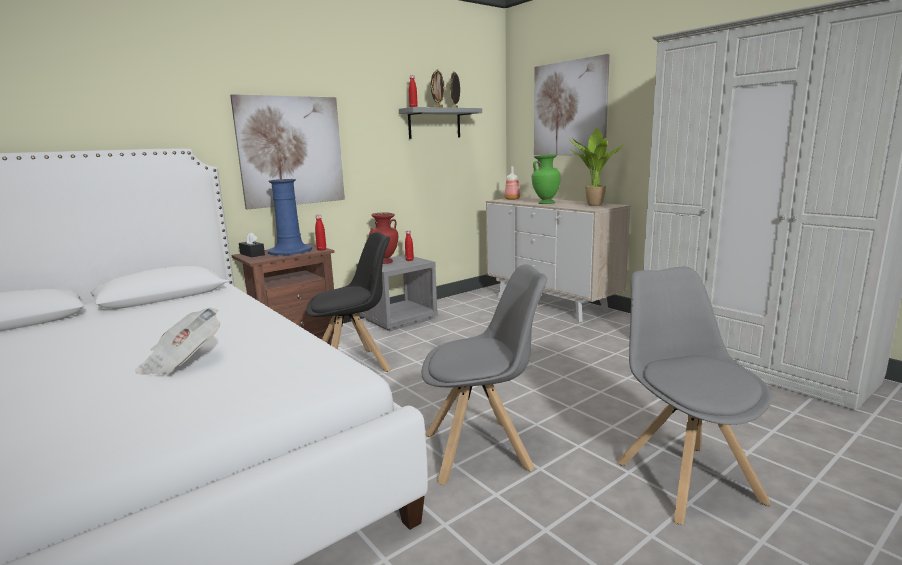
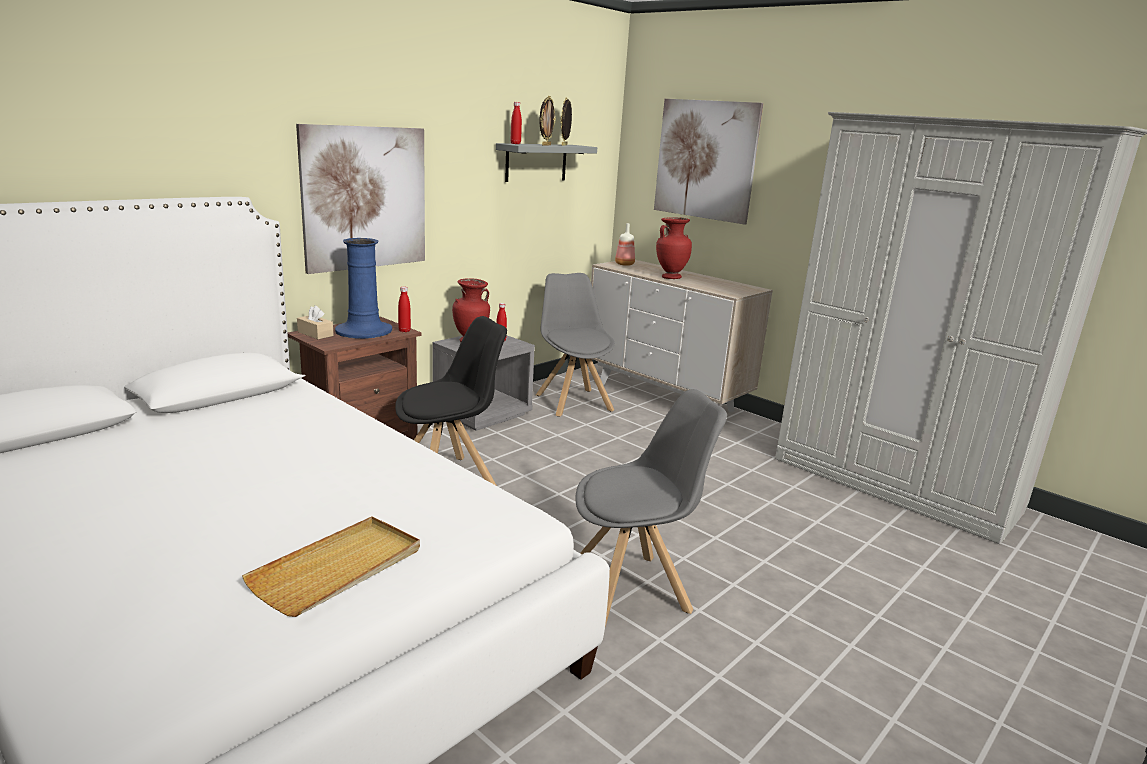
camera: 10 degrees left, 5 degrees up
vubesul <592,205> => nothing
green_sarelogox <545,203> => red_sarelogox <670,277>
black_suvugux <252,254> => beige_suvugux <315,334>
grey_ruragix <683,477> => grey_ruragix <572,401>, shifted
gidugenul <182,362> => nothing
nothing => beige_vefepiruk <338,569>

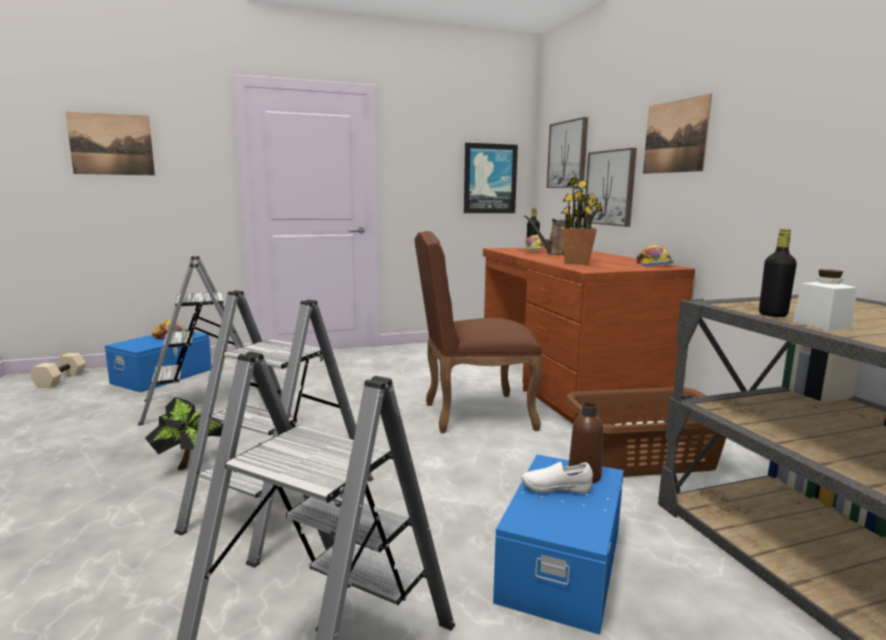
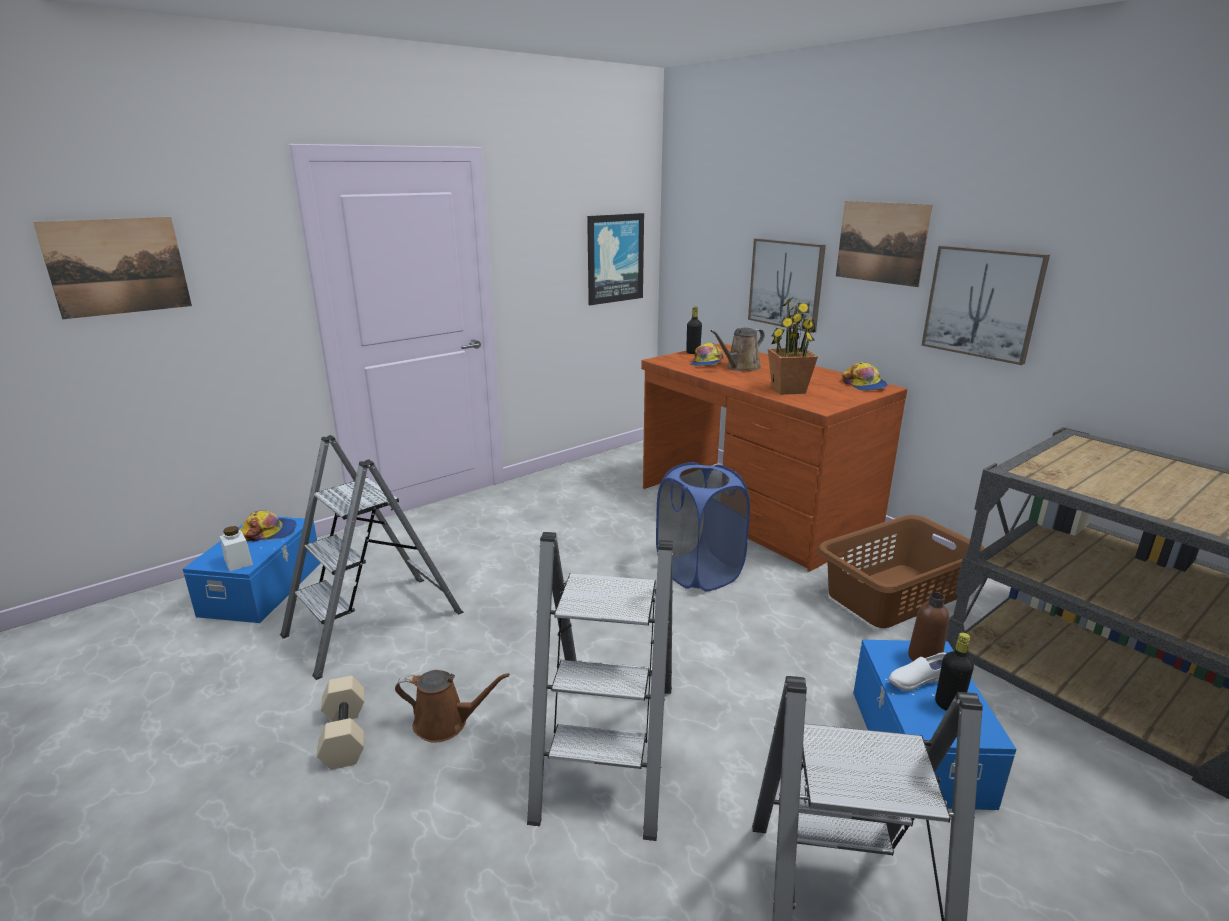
camera: 20 degrees left, 10 degrees up
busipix <568,154> => busipix <982,303>, shifted
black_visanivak <772,315> => black_visanivak <948,705>, shifted
brown_ruragix <475,414> => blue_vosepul <698,572>
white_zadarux <821,325> => white_zadarux <238,562>, shifted
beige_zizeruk <60,379> => beige_zizeruk <343,735>, shifted
vubesul <189,463> => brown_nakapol <446,723>

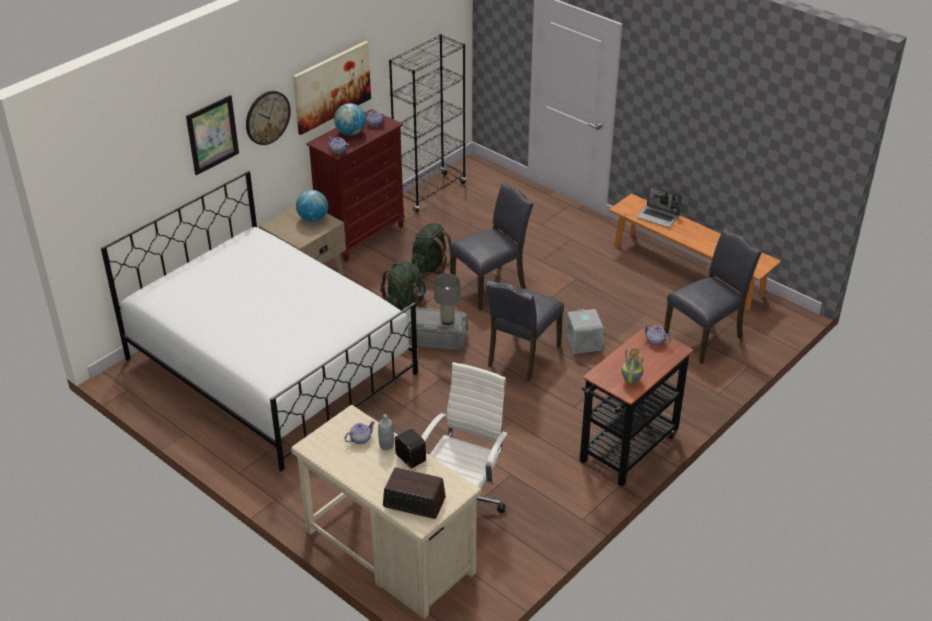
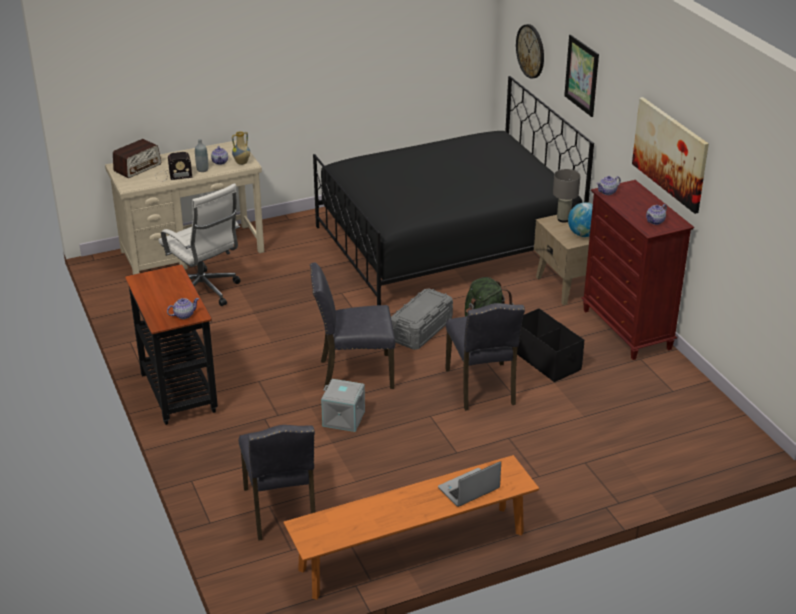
camera: 115 degrees right, 5 degrees down
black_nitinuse <430,193> => nothing
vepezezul <267,117> => vepezezul <531,51>, shifted
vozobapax <350,133> => nothing
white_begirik <270,365> => black_begirik <447,243>
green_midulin <430,265> => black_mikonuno <545,359>
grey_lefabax <447,320> => grey_lefabax <564,219>, shifted
grey_ruragix <521,356> => grey_ruragix <354,373>, 60 degrees counterclockwise
sarelogox <631,380> => sarelogox <242,163>, shifted

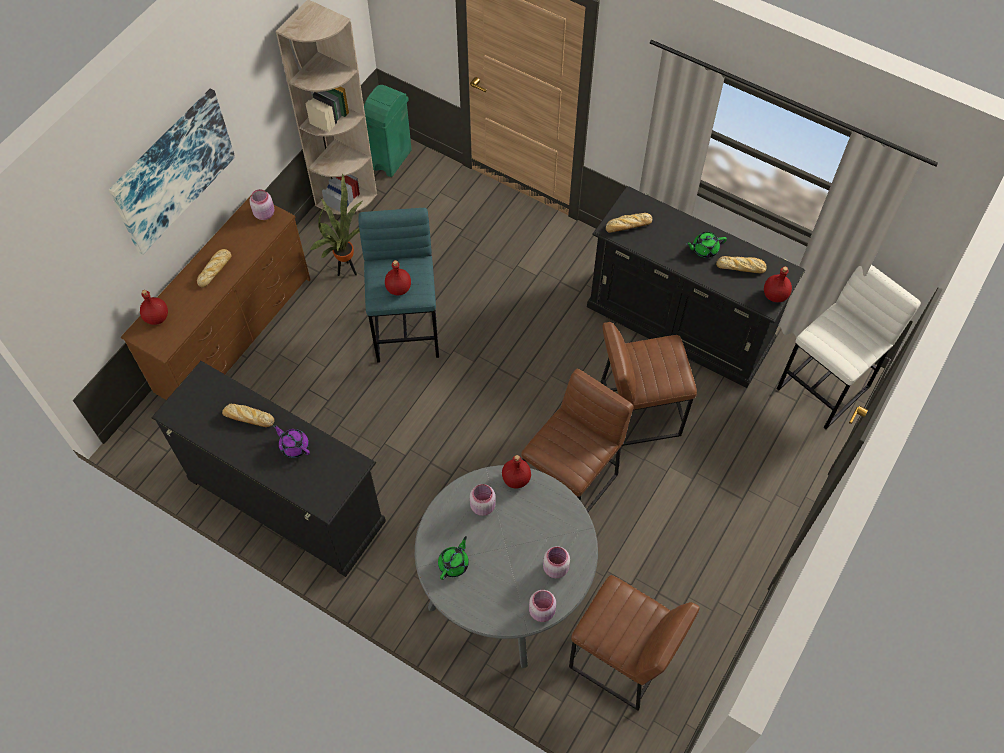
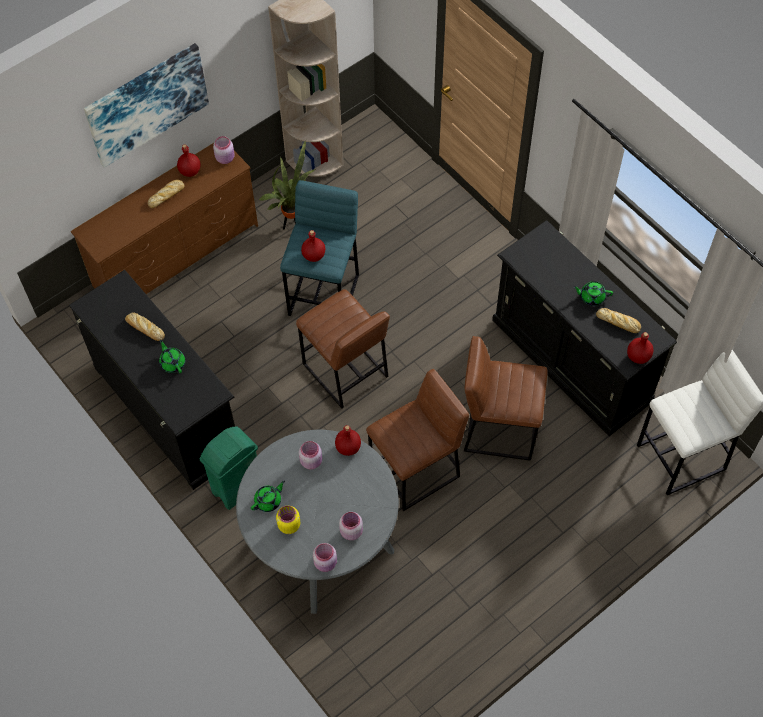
camera: 20 degrees right, 0 degrees up
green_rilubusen <390,160> => green_rilubusen <236,488>, shifted
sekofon <627,226> => nothing
red_visanivak <156,317> => red_visanivak <189,171>, shifted
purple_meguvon <294,446> => green_meguvon <172,363>
brown_ruragix <622,659> => brown_ruragix <346,371>, shifted
nothing => yellow_zadarux <288,525>

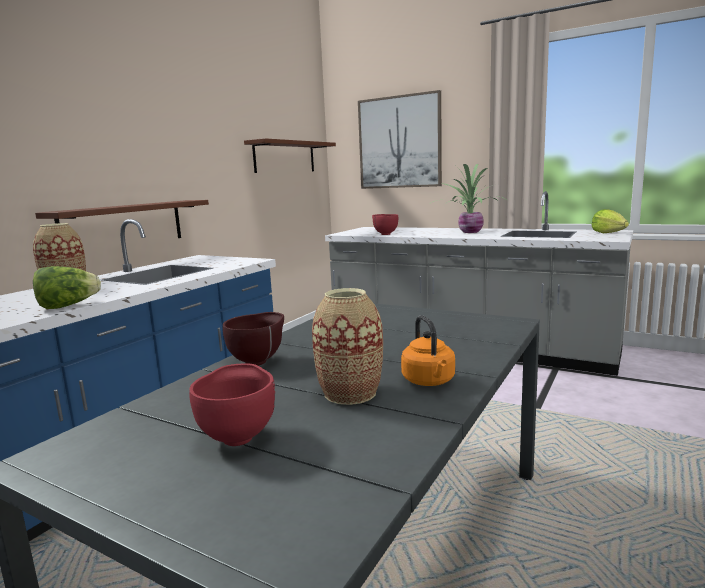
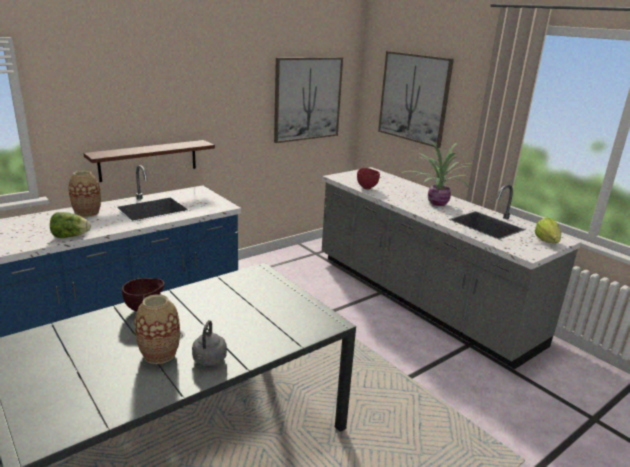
camera: 20 degrees right, 10 degrees up
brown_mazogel <285,157> => busipix <307,99>
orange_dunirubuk <429,381> => grey_dunirubuk <209,360>
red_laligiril <238,436> => nothing

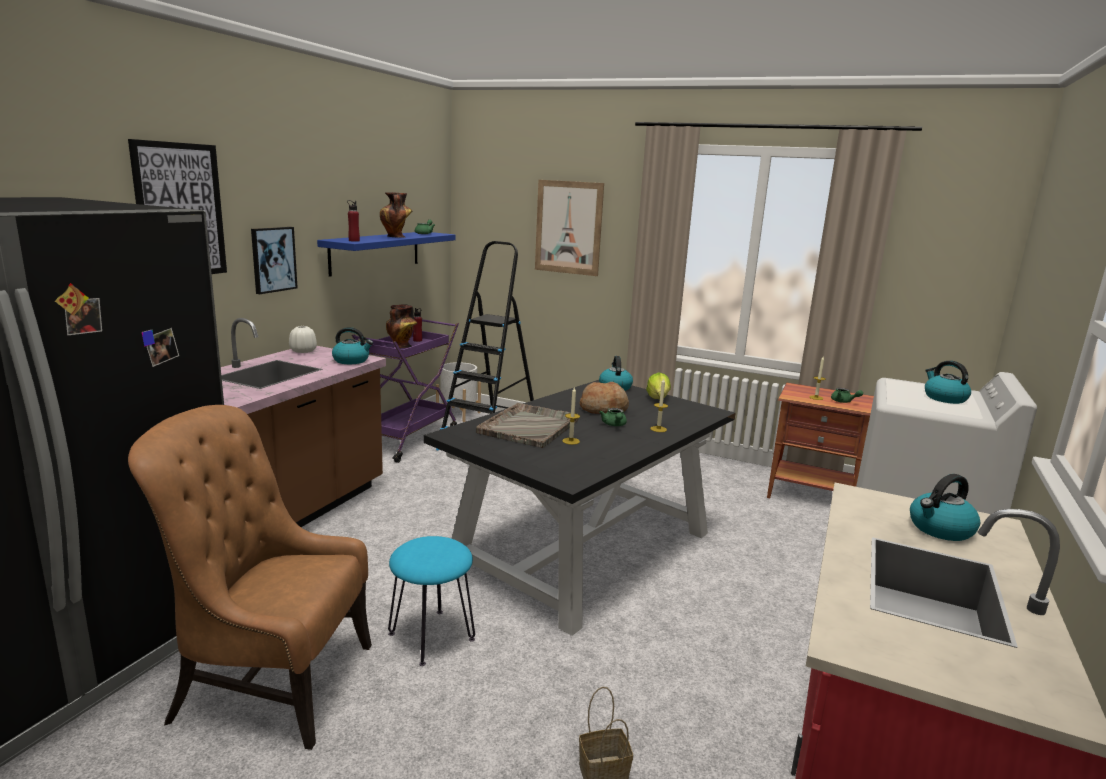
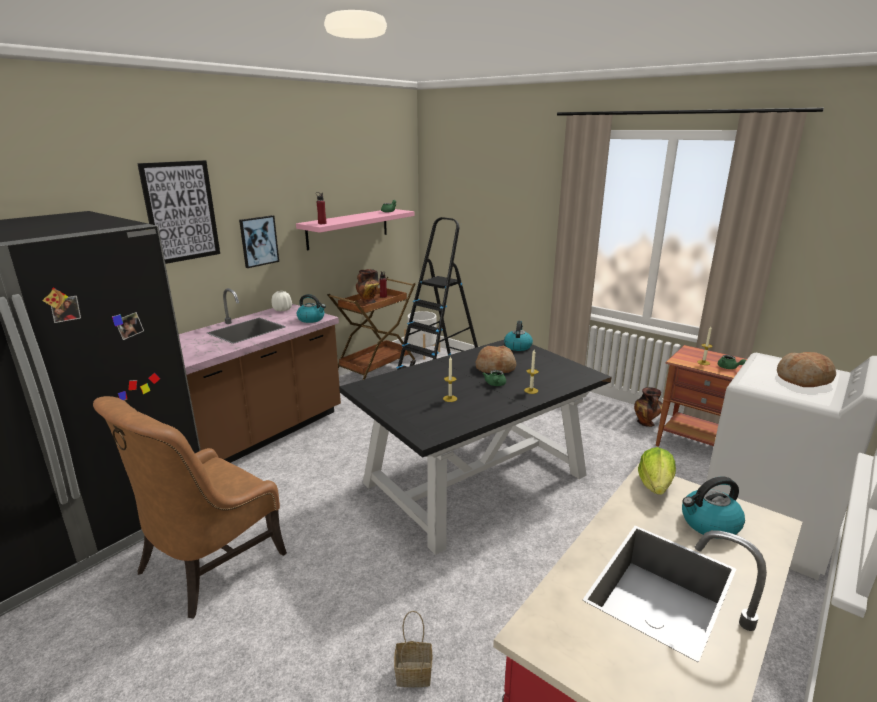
camera: 15 degrees right, 5 degrees up
busipix <568,227> => nothing
sarelogox <396,237> => sarelogox <646,423>, shifted
blue_mazogel <375,252> => pink_mazogel <348,228>
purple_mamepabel <408,440> => brown_mamepabel <375,373>
dunirubuk <944,398> => sekofon <803,379>
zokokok <658,399> => zokokok <655,486>, shifted
grey_vefepiruk <529,426> => nothing
brown_ruragix <271,683> => brown_ruragix <209,563>, 75 degrees counterclockwise
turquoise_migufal <431,636> => nothing

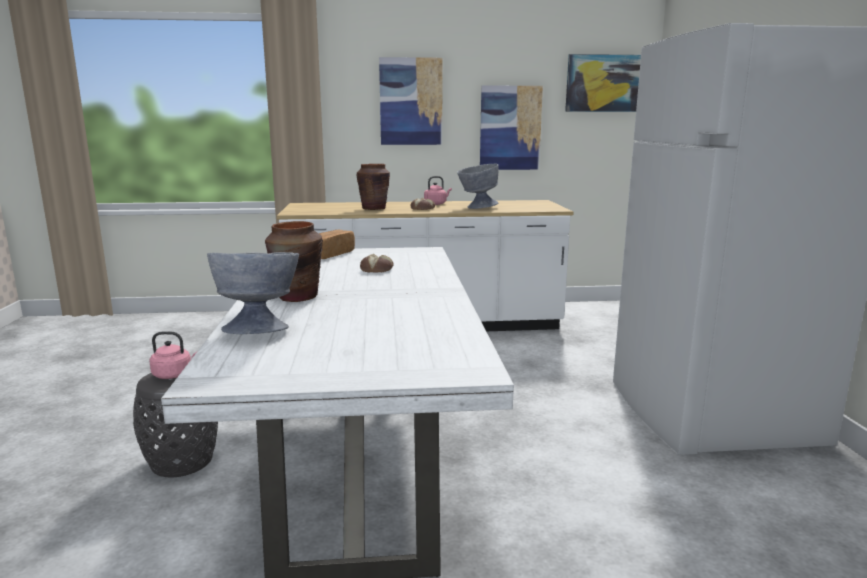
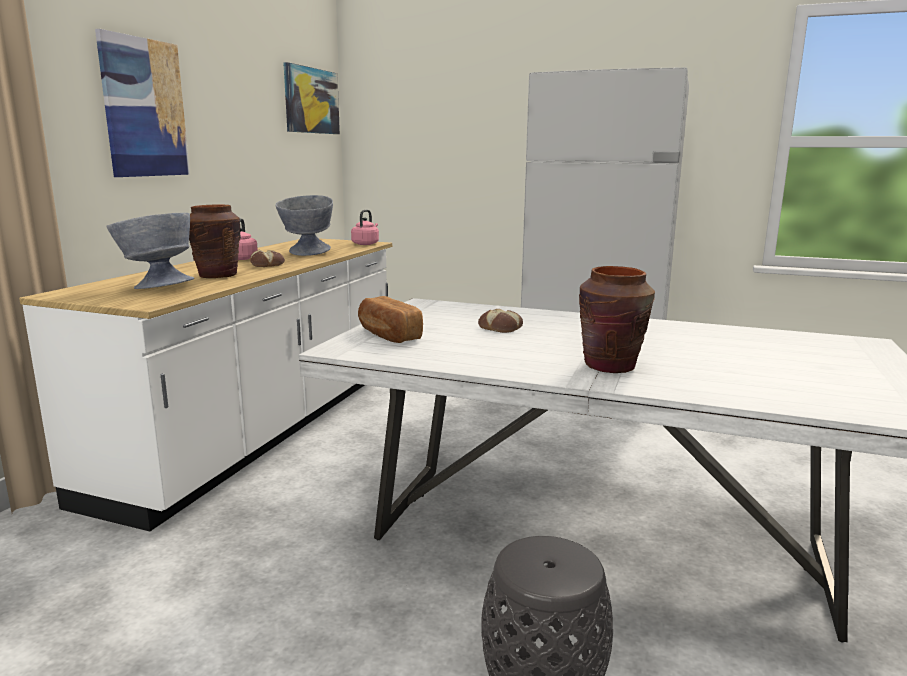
camera: 65 degrees left, 0 degrees up
busipix <510,128> => nothing
grey_laligiril <259,329> => grey_laligiril <157,287>, shifted
pink_dunirubuk <174,375> => pink_dunirubuk <366,244>, shifted

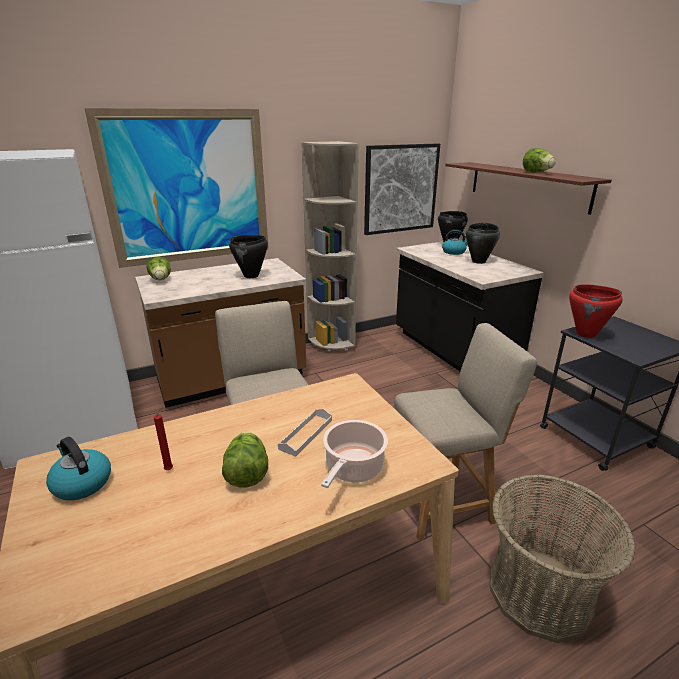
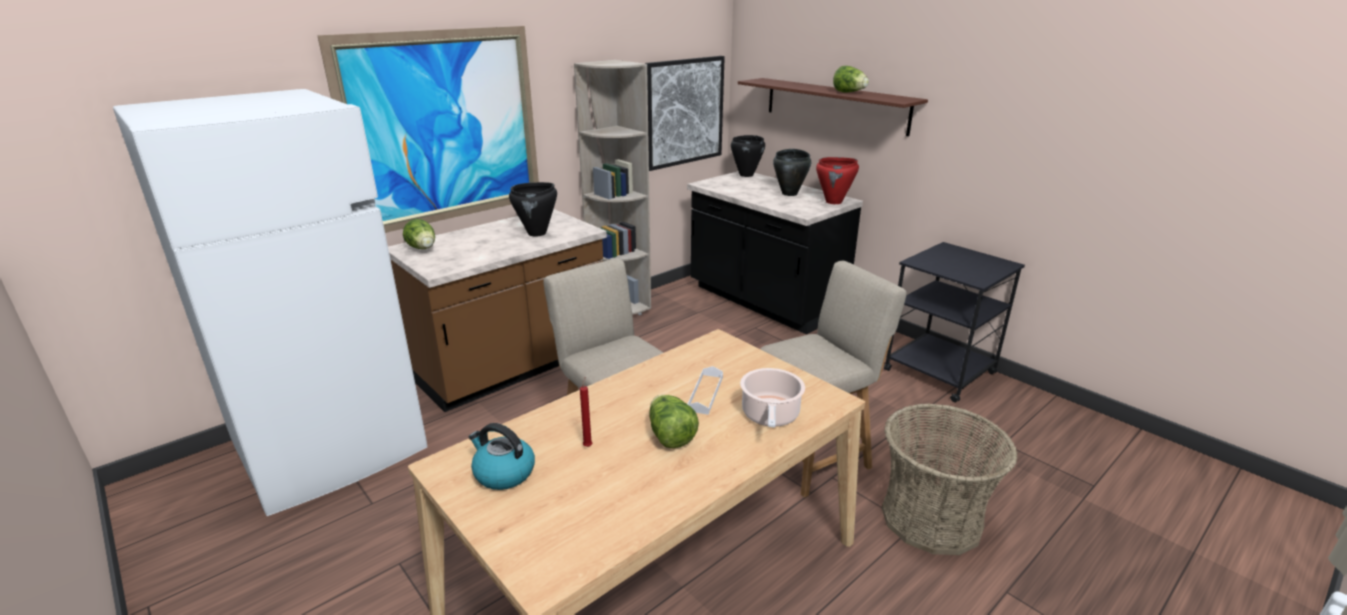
camera: 15 degrees left, 0 degrees up
dunirubuk <454,252> => nothing
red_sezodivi <586,334> => red_sezodivi <834,202>, shifted

